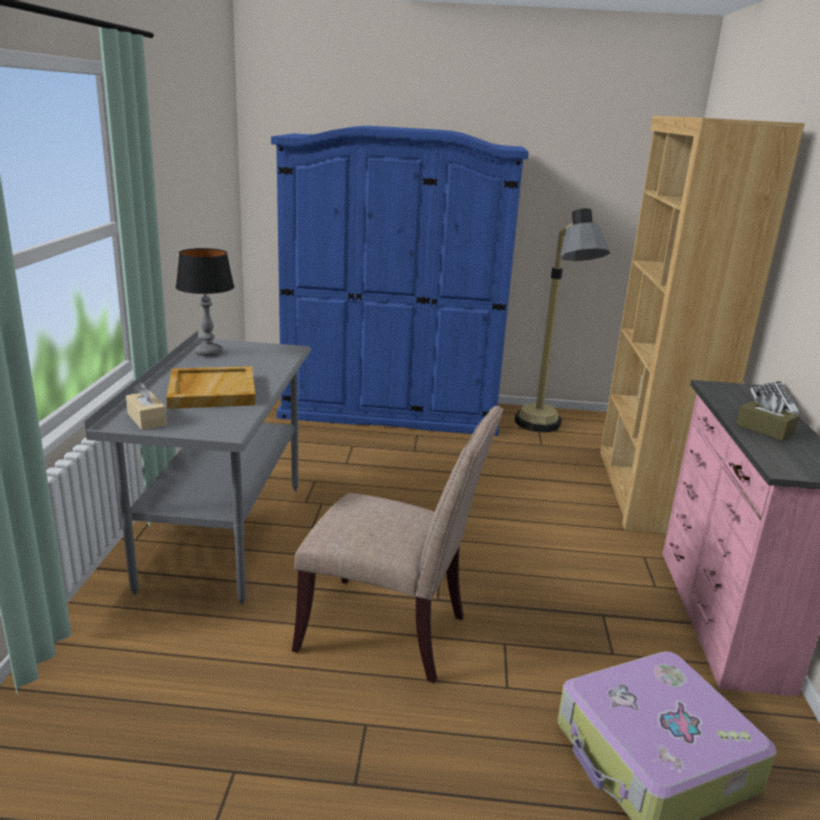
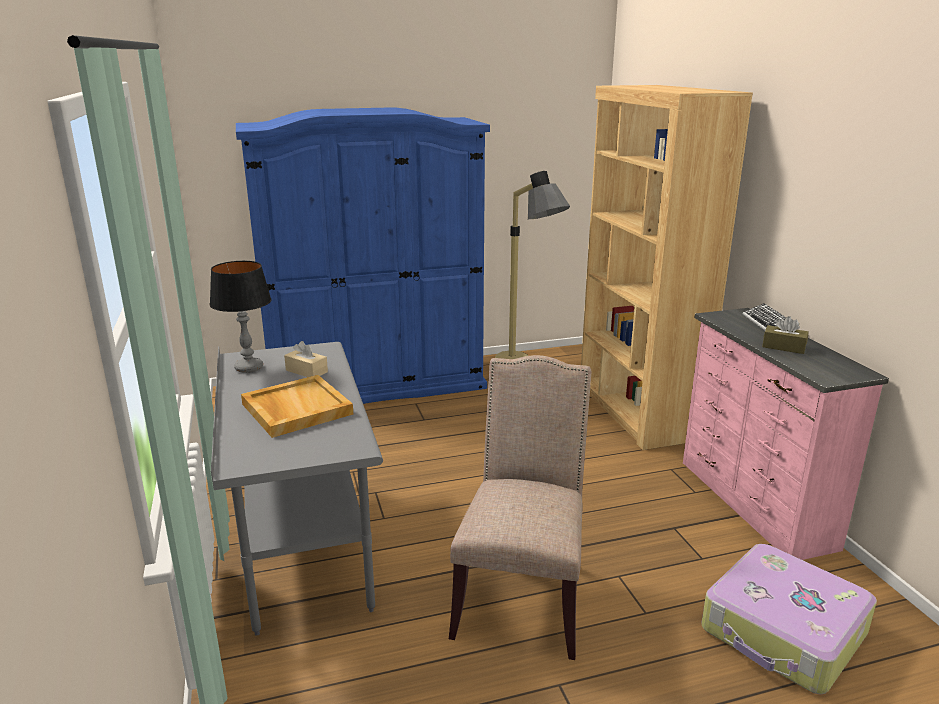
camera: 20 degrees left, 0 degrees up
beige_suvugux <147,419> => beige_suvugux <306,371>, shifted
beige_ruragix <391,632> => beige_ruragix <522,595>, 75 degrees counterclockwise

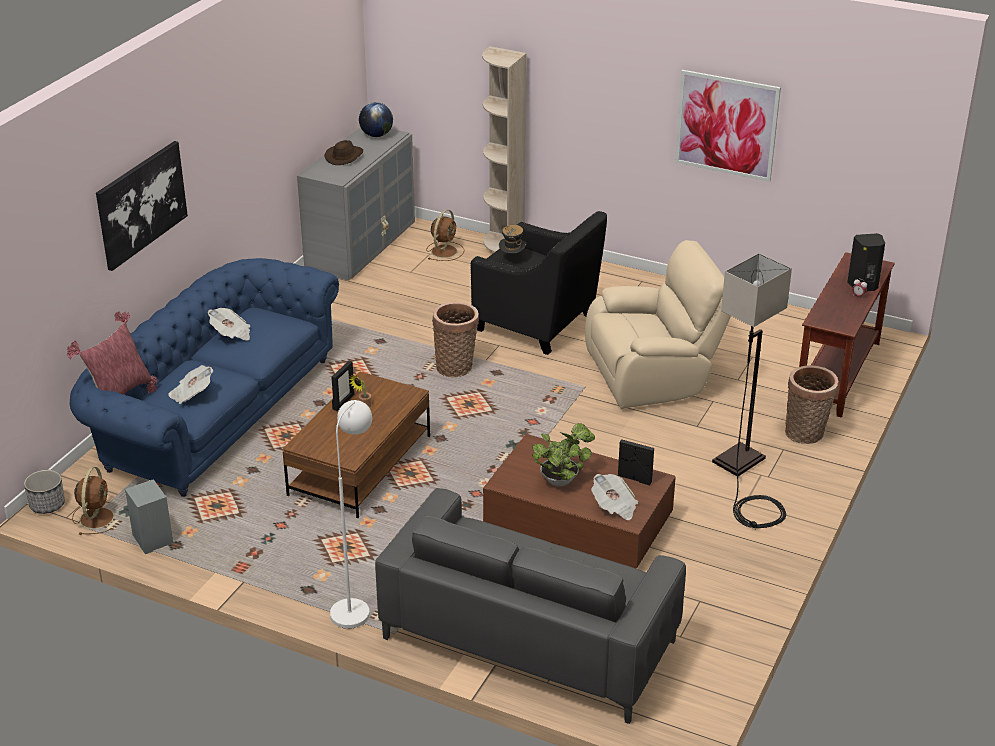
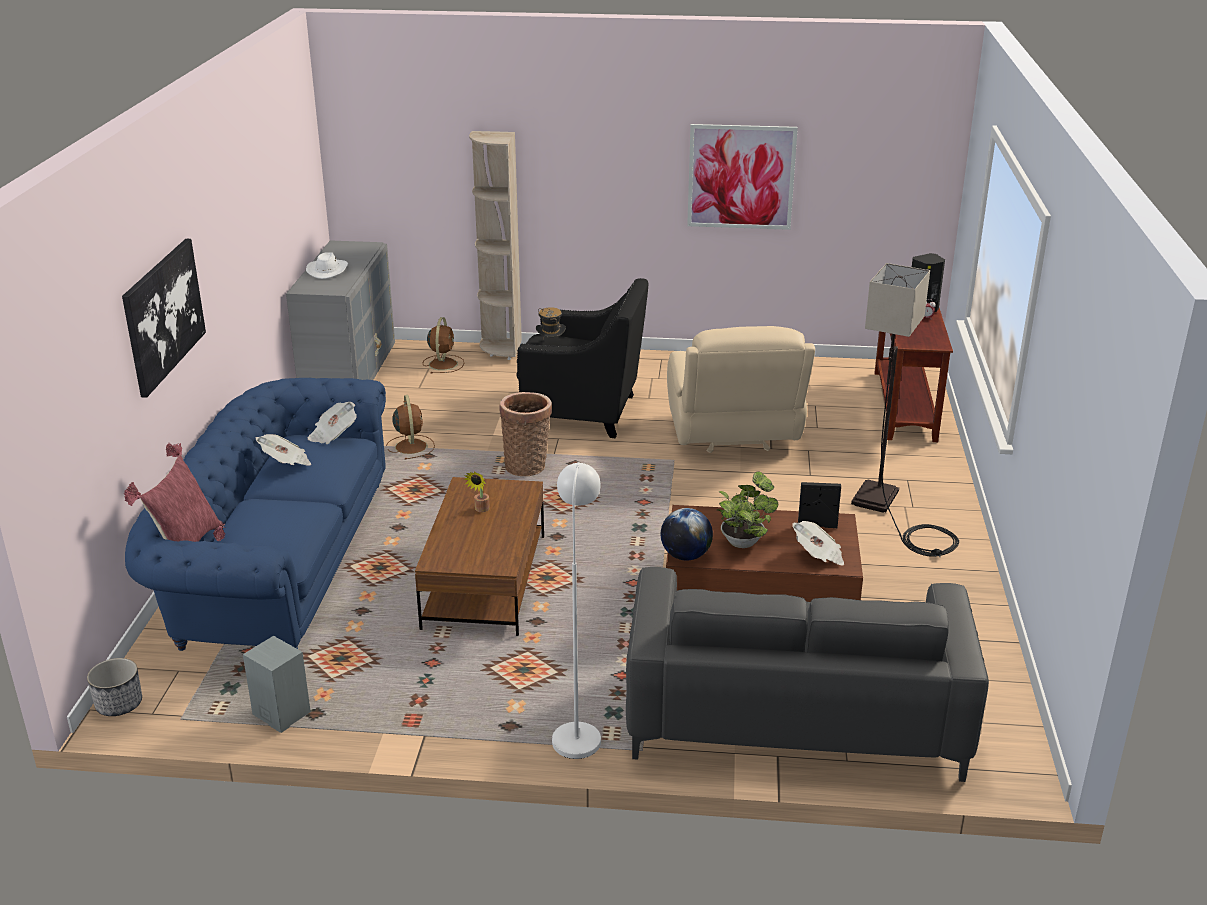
camera: 20 degrees left, 5 degrees down
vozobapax <376,135> => vozobapax <685,556>, shifted
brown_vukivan <344,156> => white_vukivan <328,270>
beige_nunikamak <653,376> => beige_nunikamak <734,438>, 120 degrees clockwise
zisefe <343,402> => nothing
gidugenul <191,394> => gidugenul <333,435>, shifted
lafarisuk <806,434> => nothing
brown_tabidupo <97,517> => brown_tabidupo <410,446>, shifted

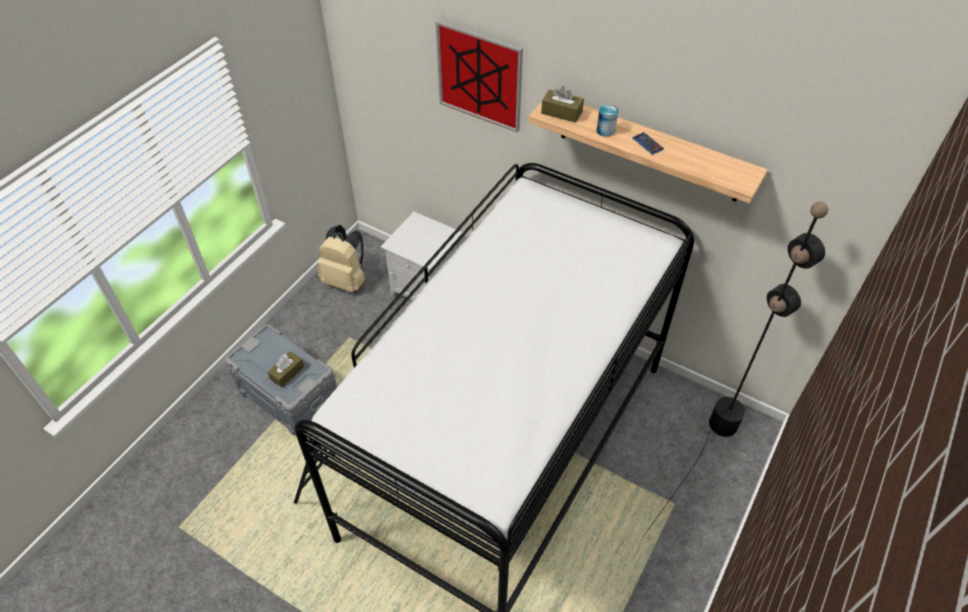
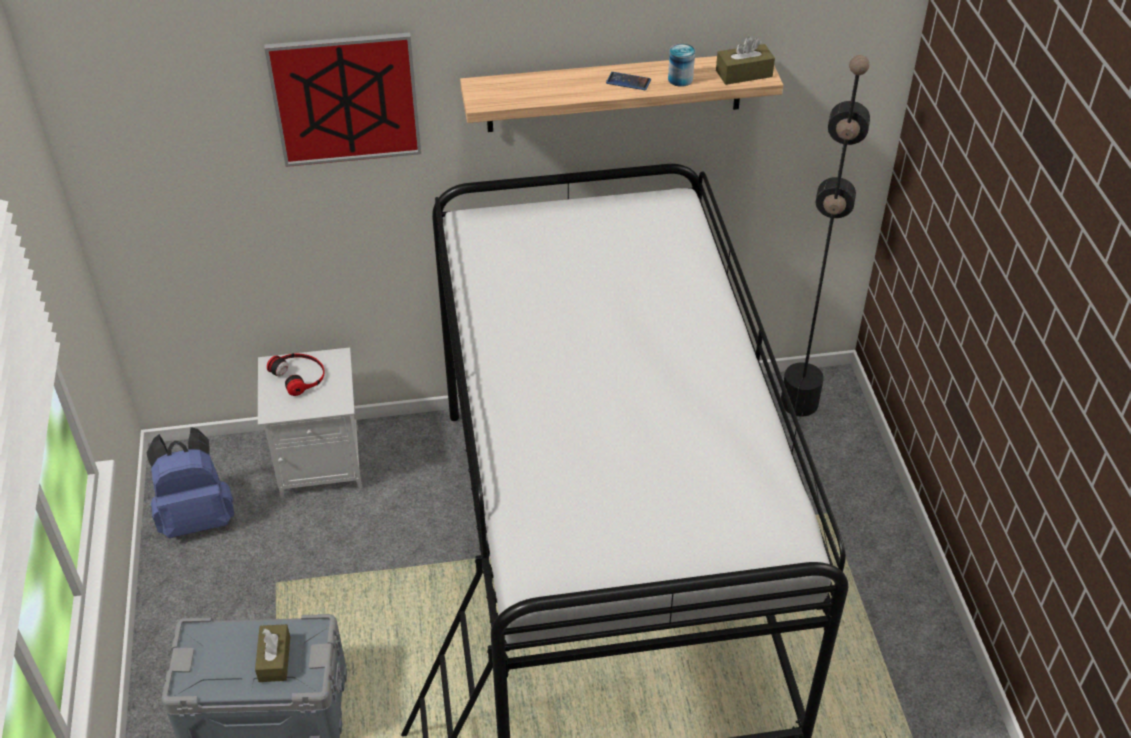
camera: 40 degrees left, 5 degrees down
brown_suvugux <561,112> => brown_suvugux <744,73>, shifted
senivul <605,130> => senivul <680,79>, shifted
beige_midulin <346,280> => blue_midulin <197,517>
nothing => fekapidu <299,375>

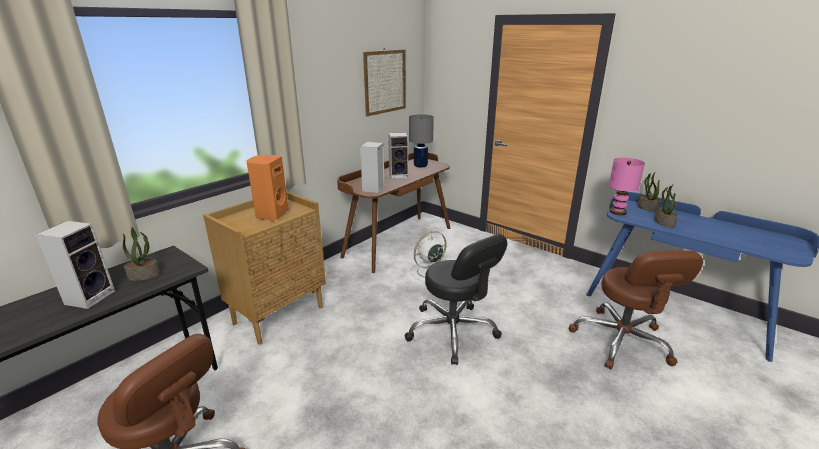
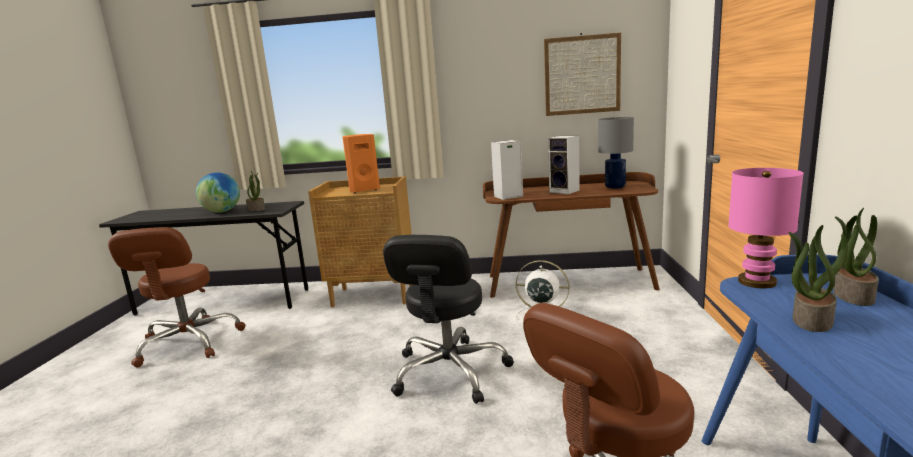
camera: 55 degrees right, 10 degrees down
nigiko <91,296> => vozobapax <222,211>

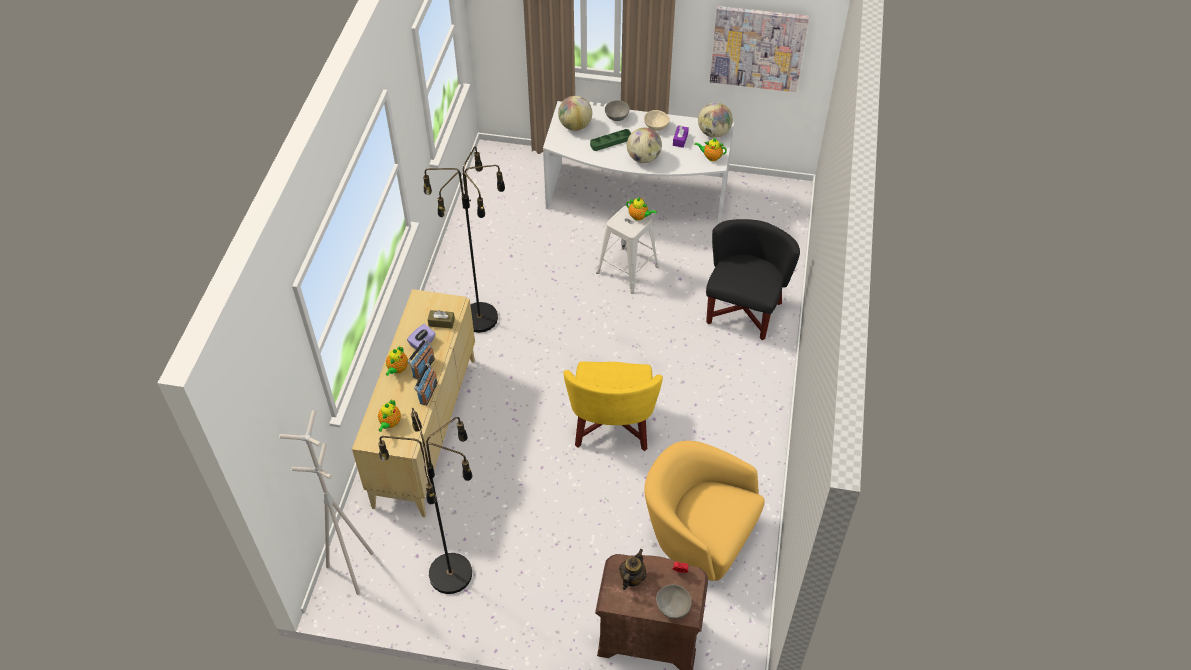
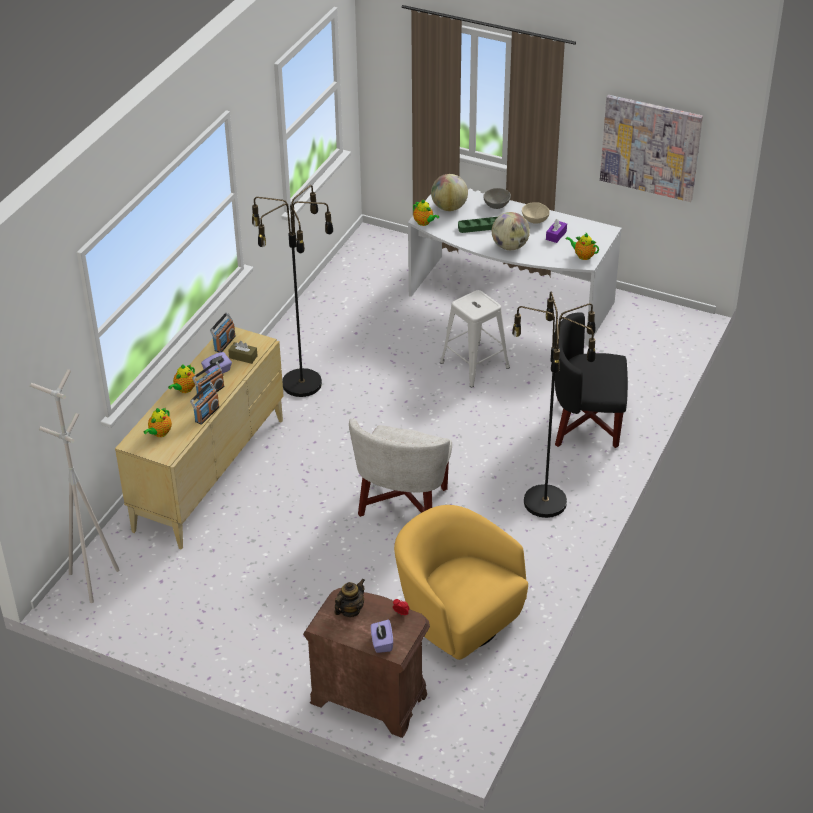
camera: 15 degrees right, 10 degrees down
vozobapax <713,133> => nothing
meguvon <639,217> => meguvon <424,223>, shifted
black_nunikamak <743,311> => black_nunikamak <586,424>, 120 degrees counterclockwise
yellow_nunikamak <612,425> => white_nunikamak <403,503>
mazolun <451,574> => mazolun <546,502>, shifted
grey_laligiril <673,607> => purple_suvugux <382,643>
nothing => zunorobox <224,343>

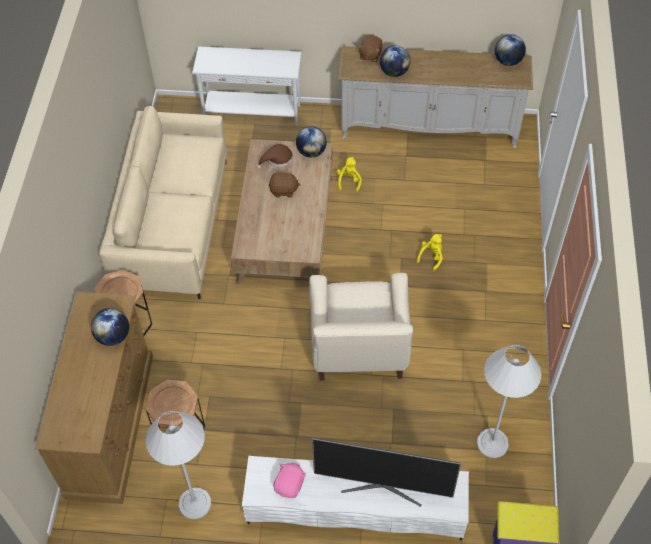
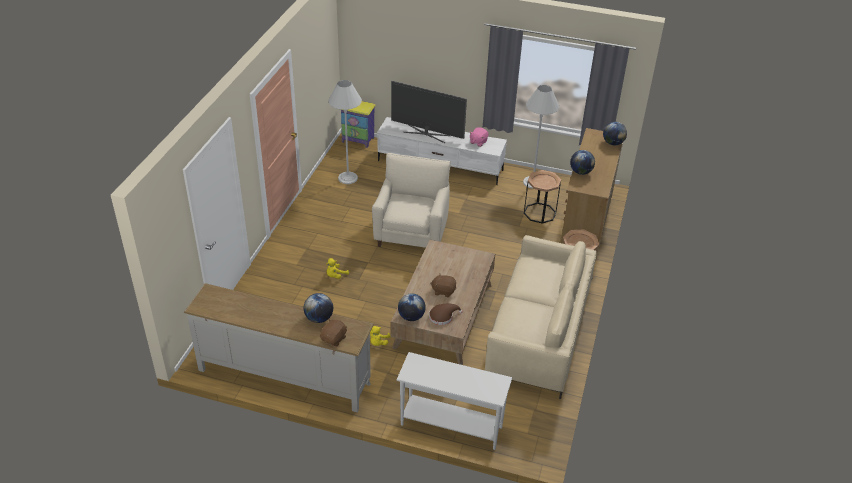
camera: 170 degrees left, 15 degrees down
vozobapax <508,61> => vozobapax <613,143>, shifted

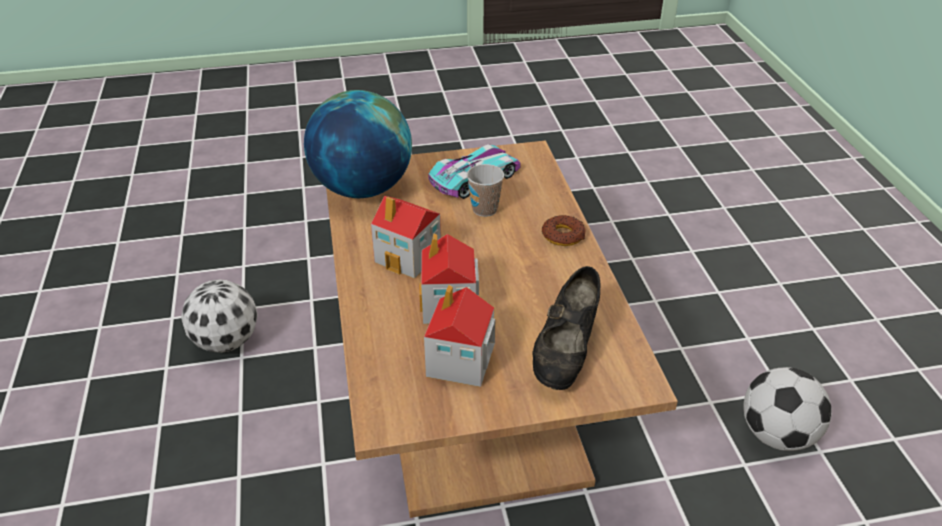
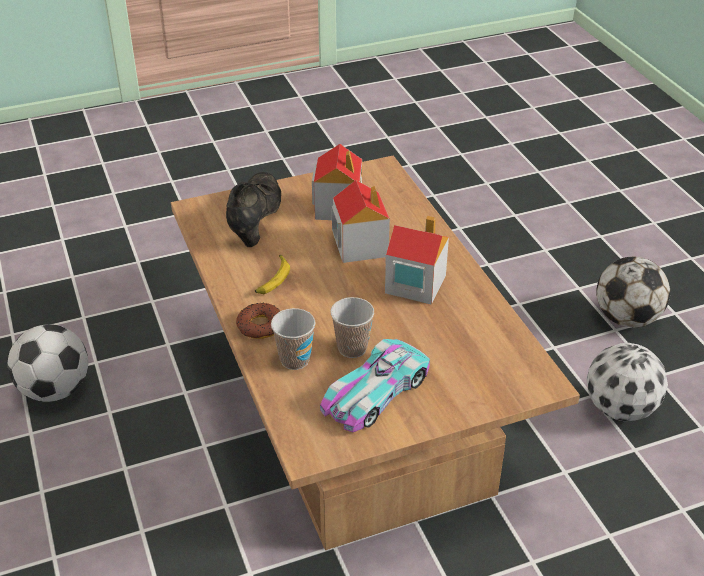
camera: 170 degrees right, 0 degrees up
vozobapax <362,188> => nothing
nothing => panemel <273,279>
nothing => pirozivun <626,318>
nothing => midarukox <295,360>

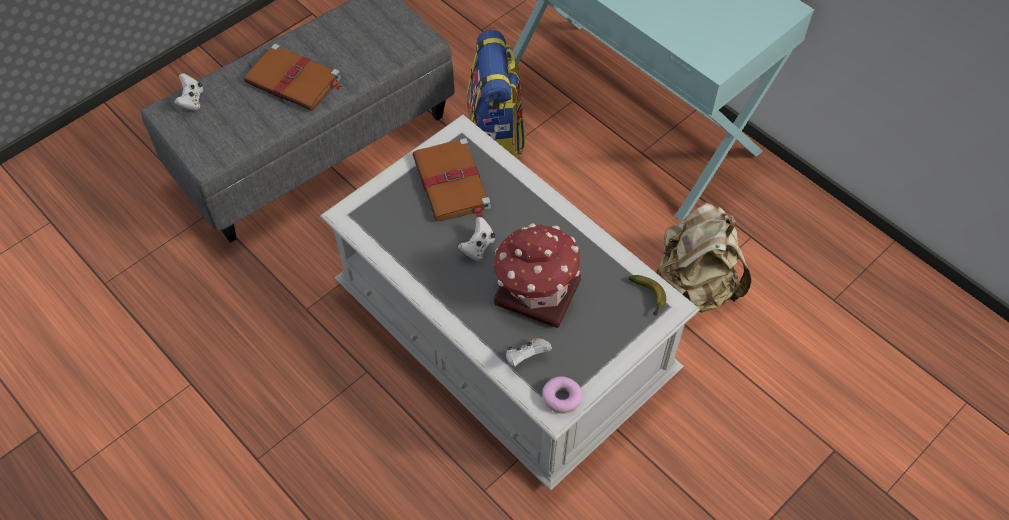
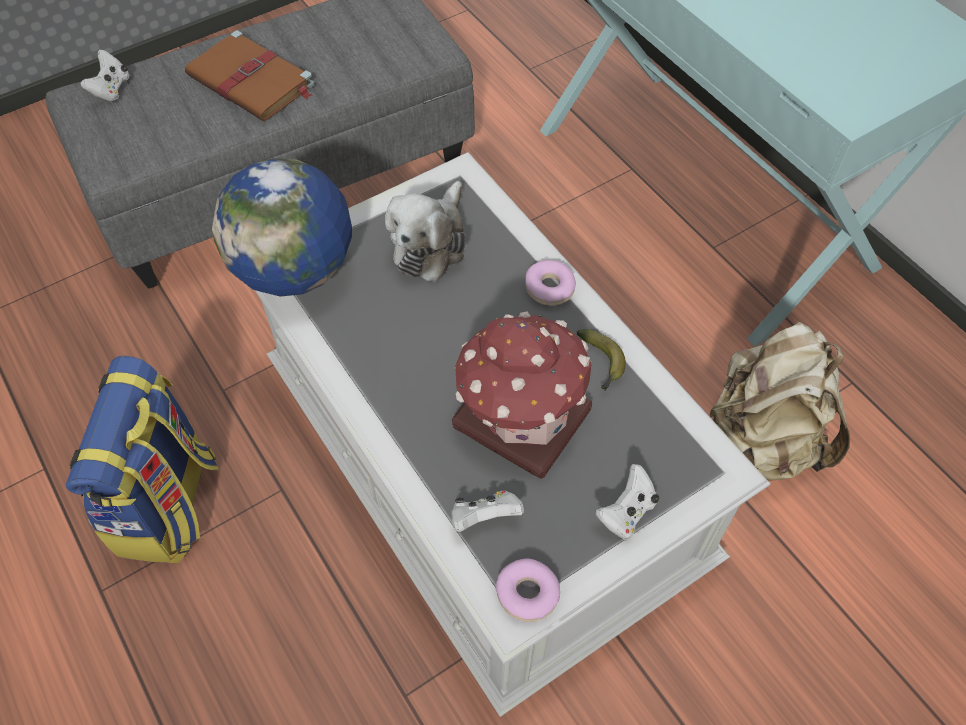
camera: 10 degrees right, 0 degrees up
midulin <496,136> => midulin <169,505>, shifted
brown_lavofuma <452,183> => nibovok <431,243>
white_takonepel <478,247> => white_takonepel <626,512>, shifted
panemel <649,297> => panemel <601,363>, shifted
nothing => vozobapax <295,270>
nothing => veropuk <549,288>

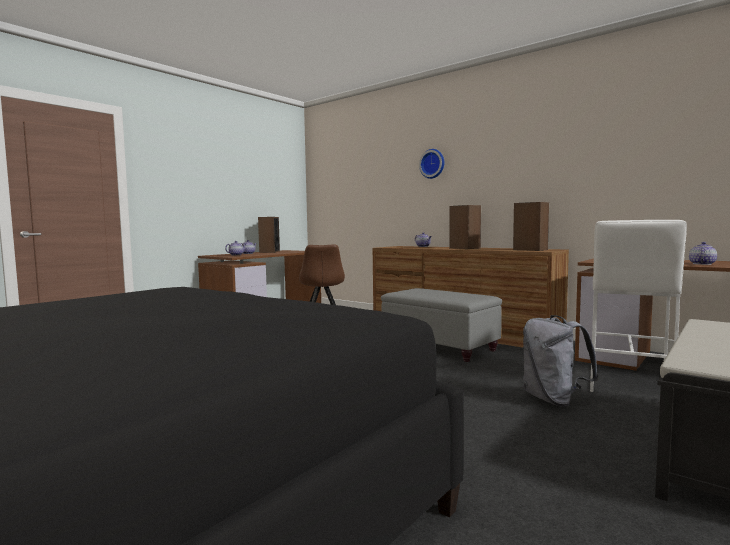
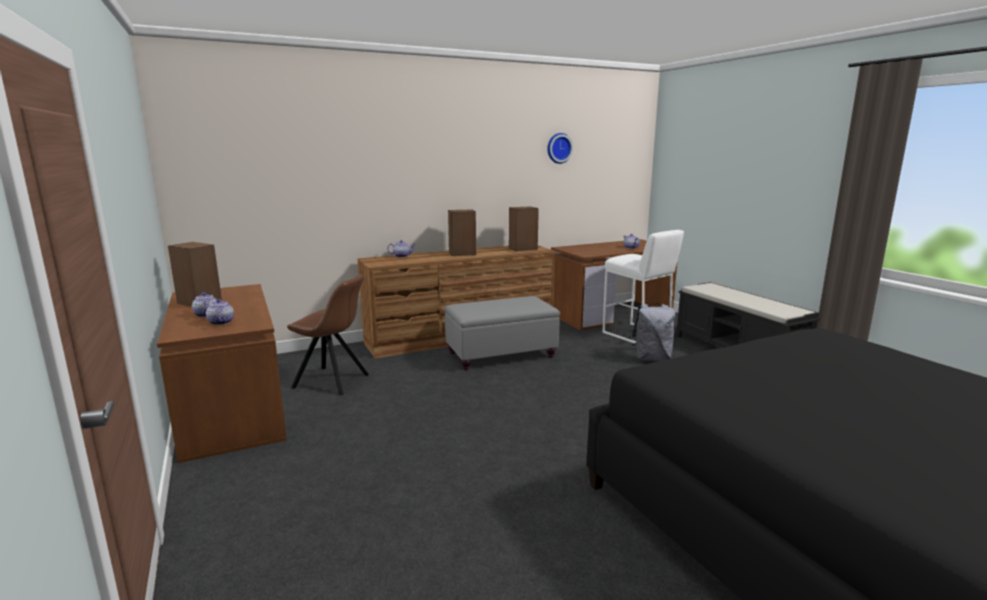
camera: 65 degrees left, 10 degrees up
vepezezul <433,164> => vepezezul <558,148>, shifted

